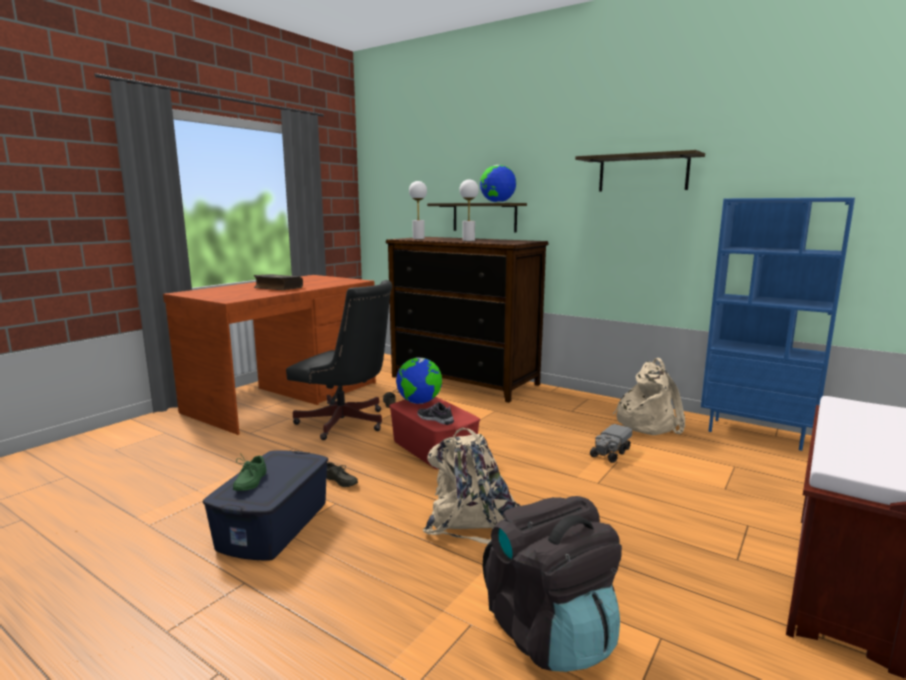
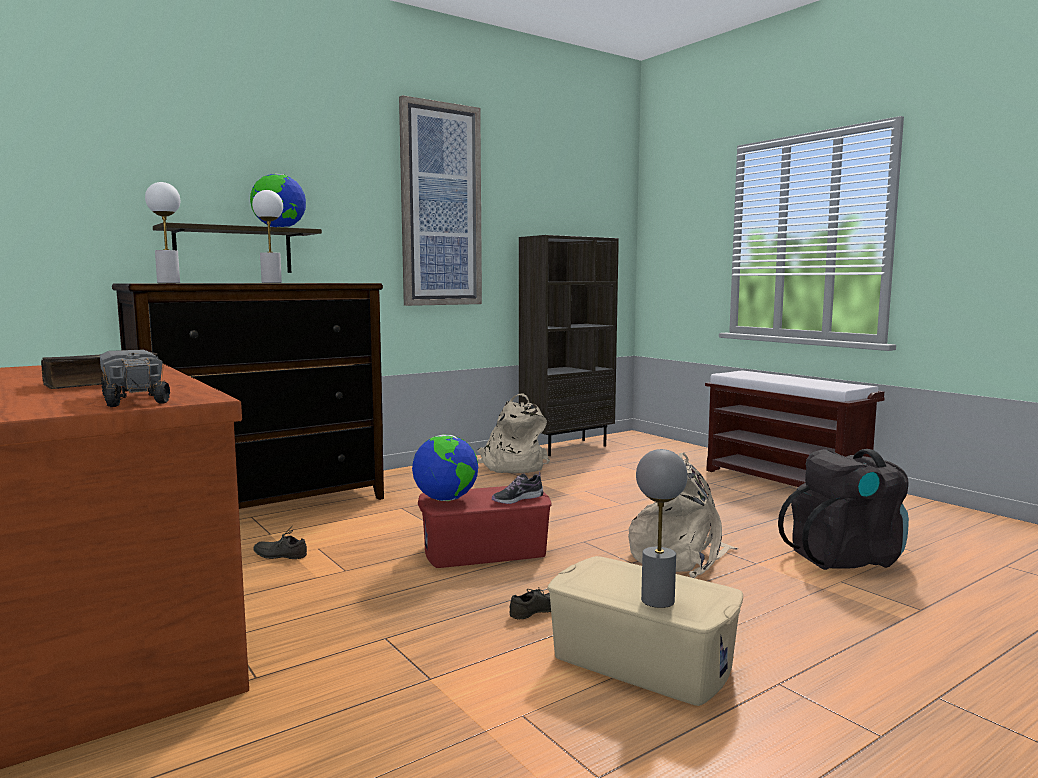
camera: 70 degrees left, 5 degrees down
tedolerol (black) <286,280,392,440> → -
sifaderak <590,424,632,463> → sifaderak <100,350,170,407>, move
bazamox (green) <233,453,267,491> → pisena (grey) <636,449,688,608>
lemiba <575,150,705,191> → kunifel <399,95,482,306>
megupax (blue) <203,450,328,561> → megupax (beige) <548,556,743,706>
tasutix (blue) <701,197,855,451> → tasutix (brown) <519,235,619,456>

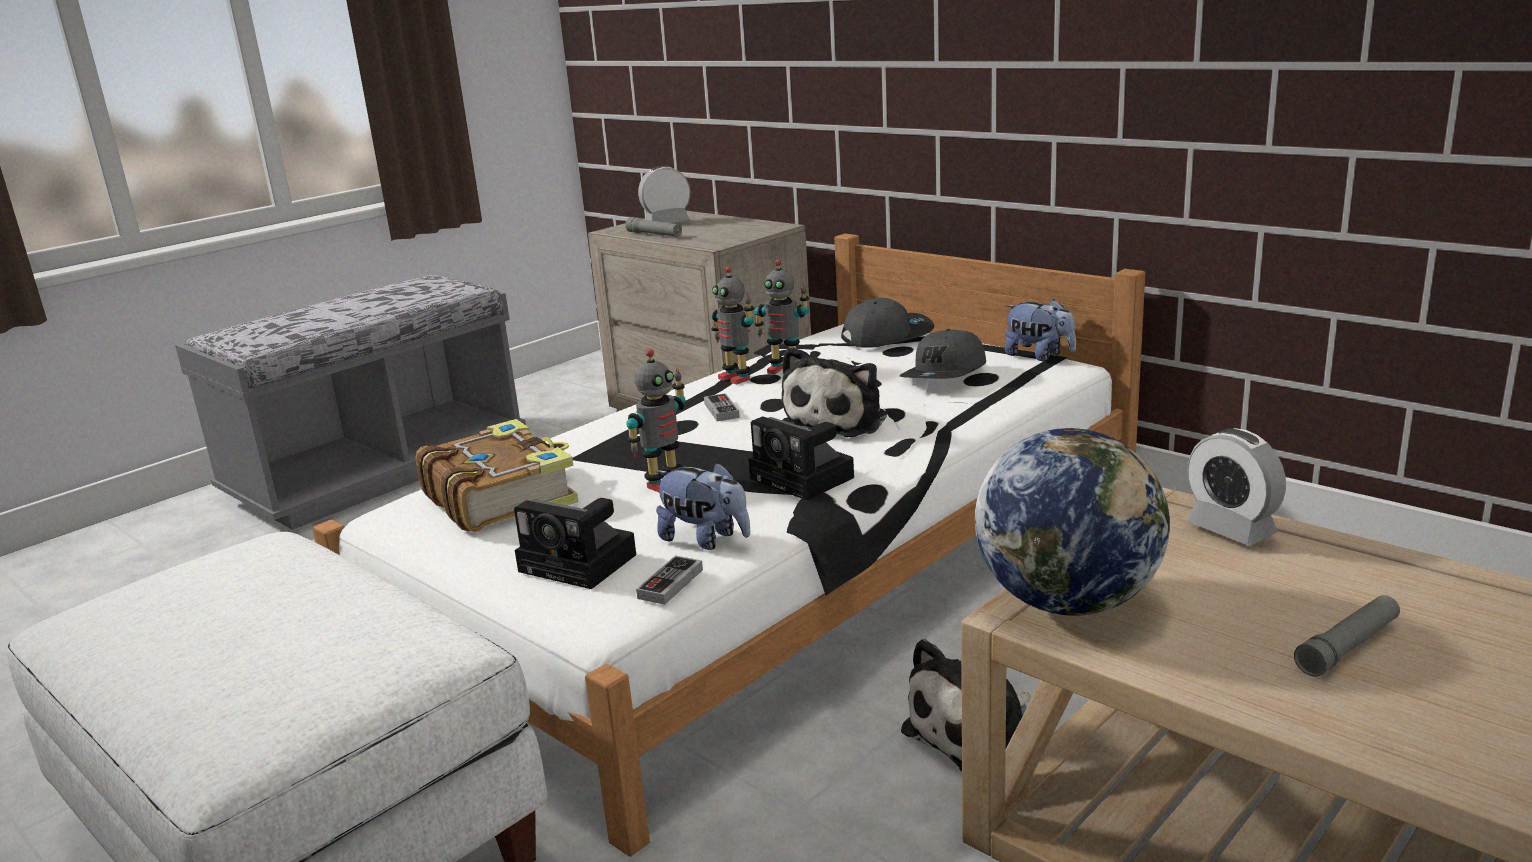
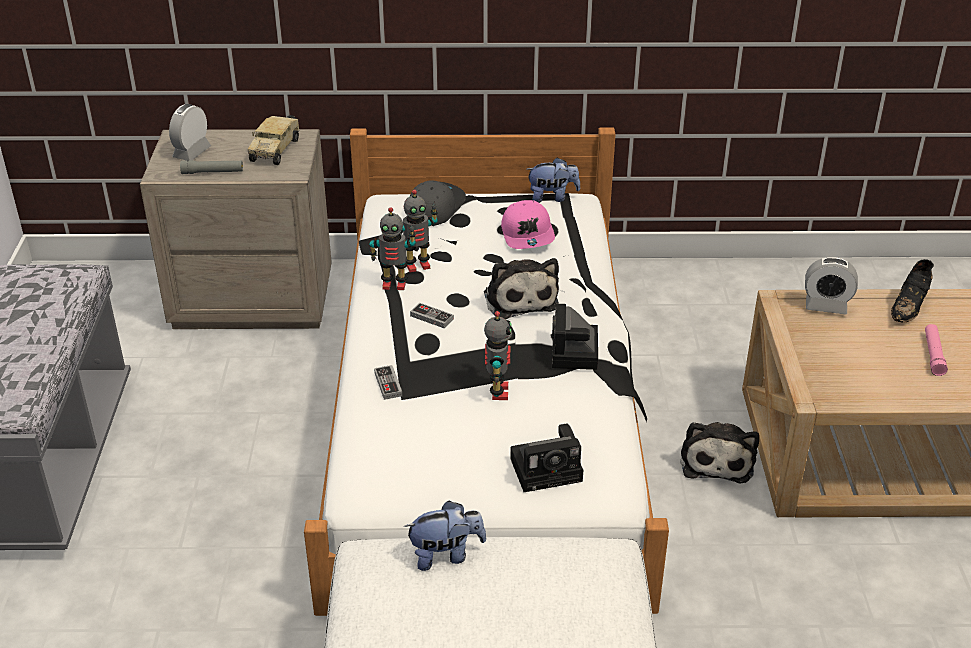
camera: 45 degrees left, 15 degrees up
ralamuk <416,419,579,532> → -
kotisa <975,428,1170,616> → -
- → sifaderak <248,115,300,165>
- → bazamox (black) <891,259,934,322>
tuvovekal <636,556,703,605> → tuvovekal <374,365,402,400>, move
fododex <655,462,751,550> → fododex <404,501,486,571>, move
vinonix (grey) <900,329,986,379> → vinonix (pink) <501,200,555,249>
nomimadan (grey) <1294,595,1400,676> → nomimadan (pink) <925,324,948,376>
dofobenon <748,416,854,500> → dofobenon <552,304,598,370>, 90 degrees clockwise

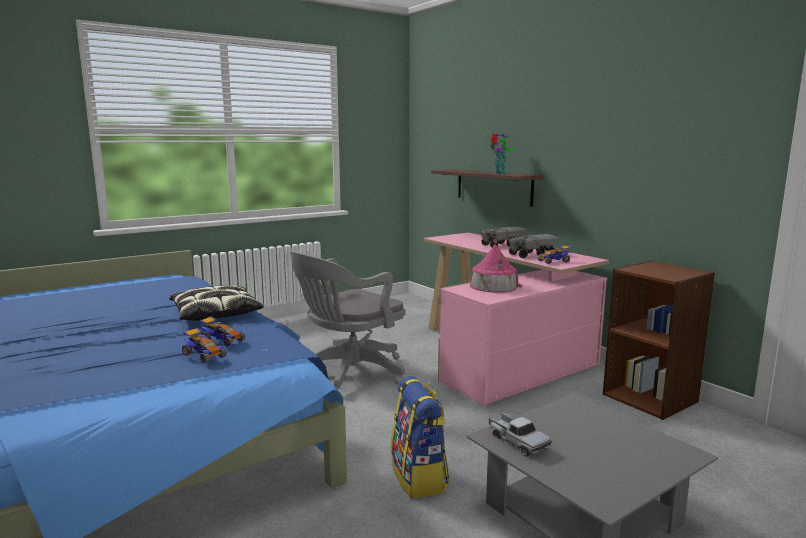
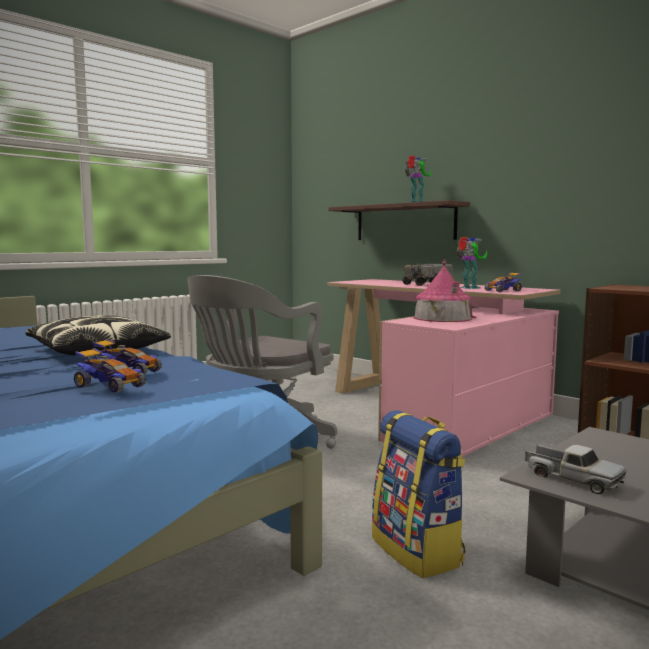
camera: 10 degrees left, 5 degrees down
sifaderak <508,234,558,258> → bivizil <456,237,487,289>

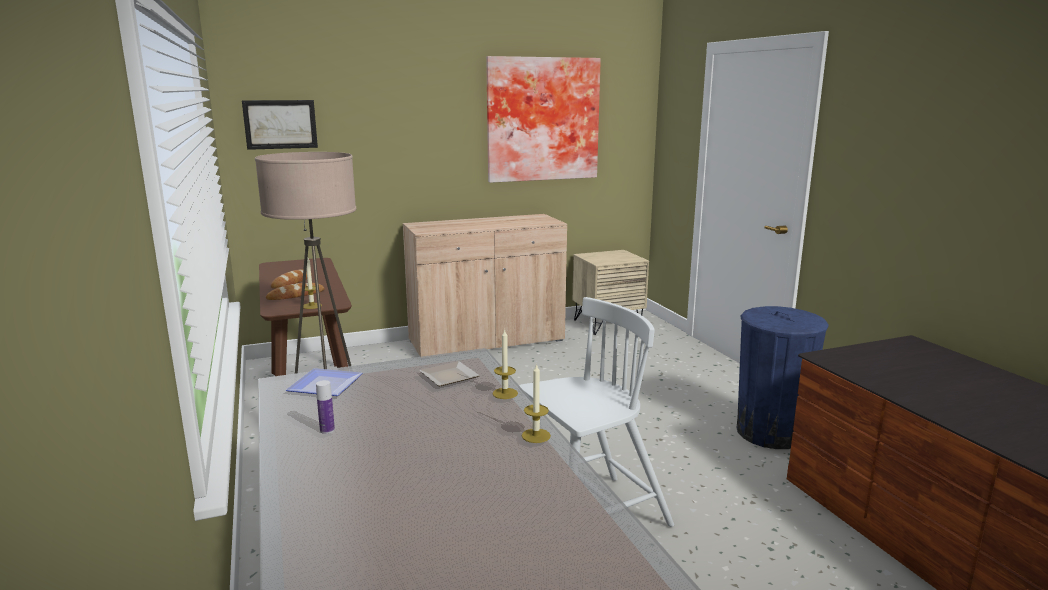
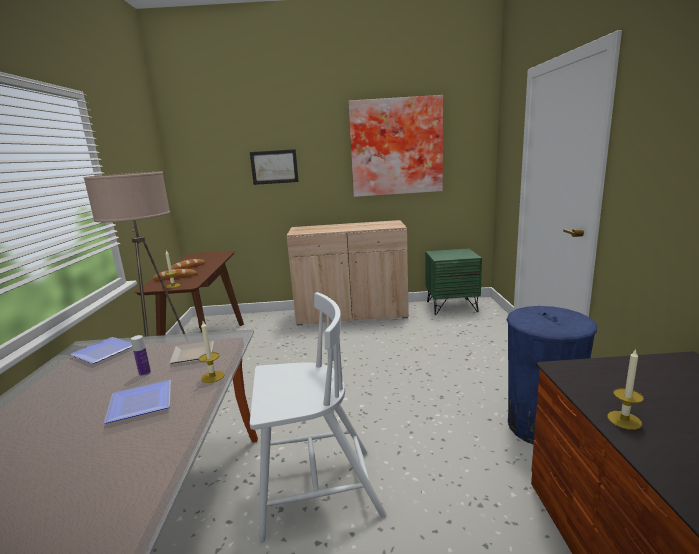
camera: 20 degrees right, 0 degrees up
- → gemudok <104,380,171,424>
kunifel <242,100,318,150> → kunifel <250,149,299,185>, move
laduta <316,380,335,434> → laduta <131,335,151,376>, move
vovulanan <522,363,551,443> → vovulanan <607,348,644,430>, move
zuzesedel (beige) <573,250,649,335> → zuzesedel (green) <425,248,482,315>

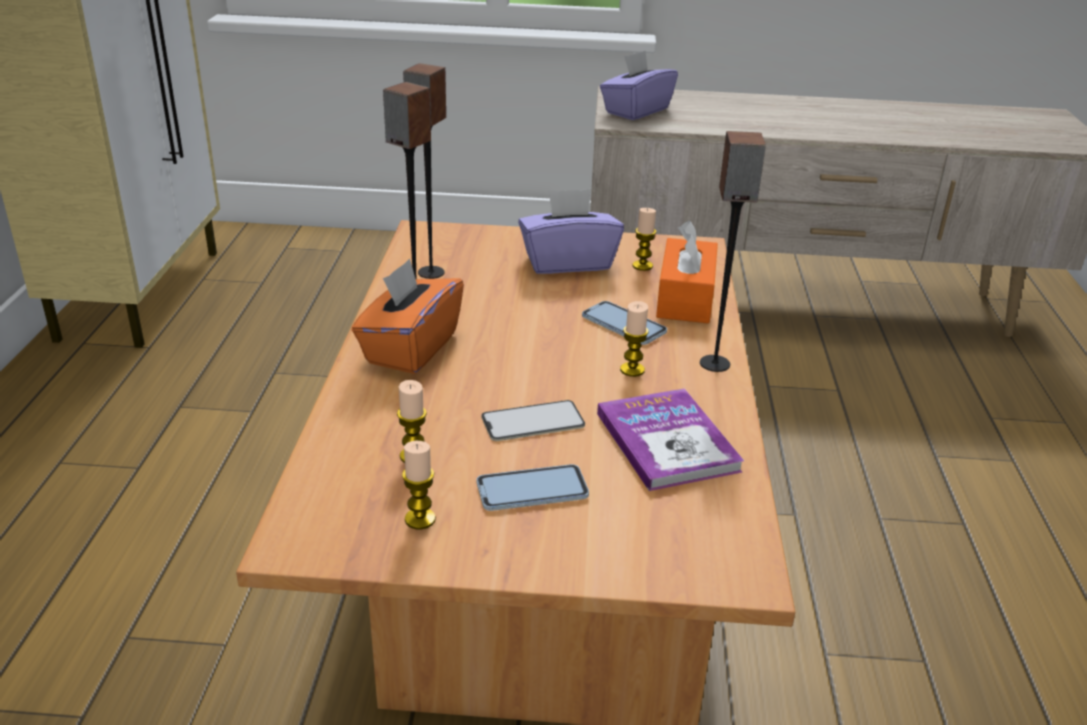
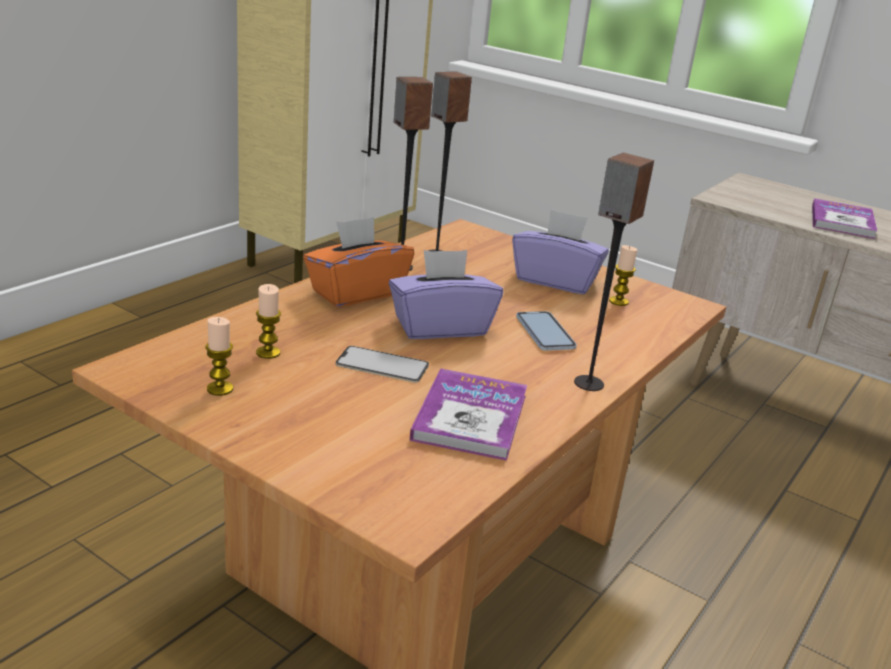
camera: 30 degrees right, 5 degrees down
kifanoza <477,464,589,511> → -
vovulanan <620,301,649,377> → -
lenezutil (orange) <656,220,718,323> → -
- → ralamuk <812,198,877,239>
lenezutil (purple) <600,51,678,120> → lenezutil (purple) <389,250,503,339>, move

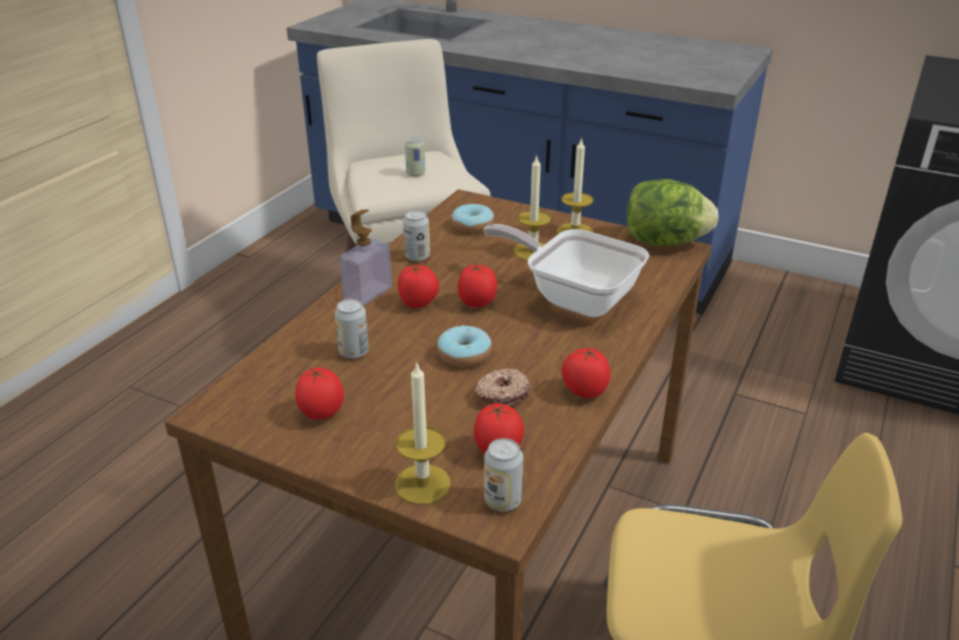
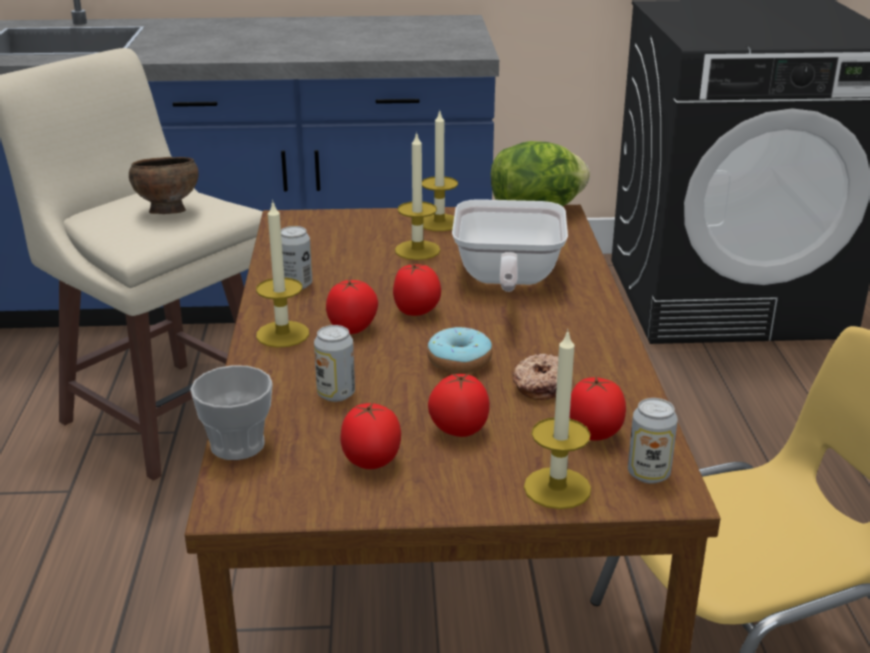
camera: 30 degrees left, 5 degrees down
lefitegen <452,204,494,233> → -
- → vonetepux <190,365,273,460>
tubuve <561,346,610,398> → tubuve <428,373,490,437>, move
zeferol <339,209,392,306> → vovulanan <256,200,309,348>
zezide <405,137,425,177> → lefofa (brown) <129,157,199,214>
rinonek <483,224,649,317> → rinonek <452,199,568,292>, 90 degrees counterclockwise

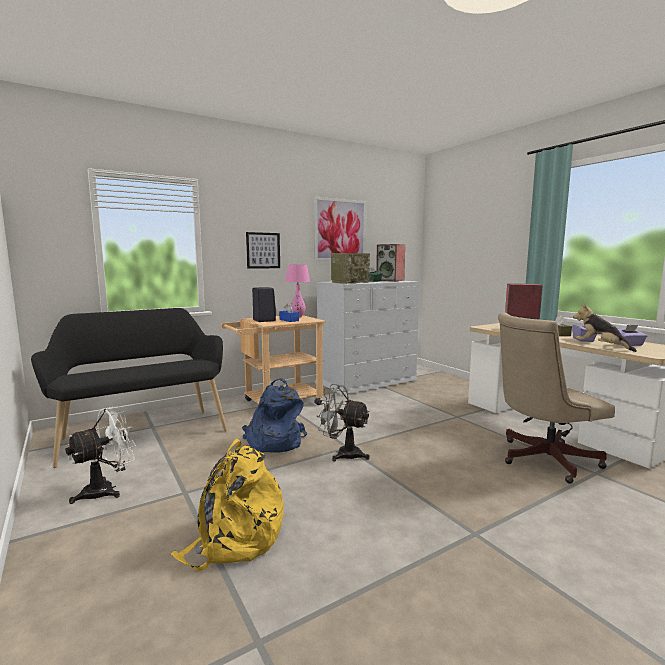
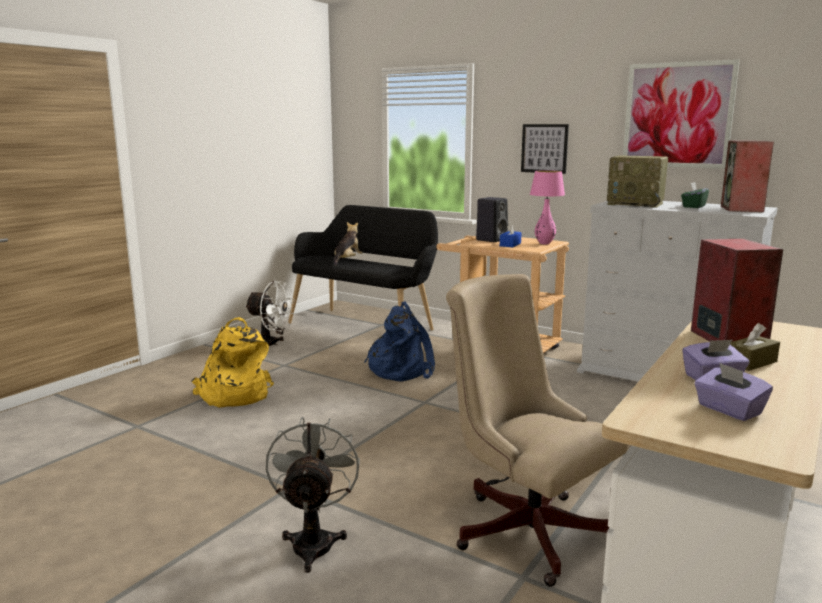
camera: 65 degrees right, 5 degrees up
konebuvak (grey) <316,384,370,461> → konebuvak (grey) <266,417,360,573>, move
fododex <573,304,637,352> → fododex <334,222,362,266>, move

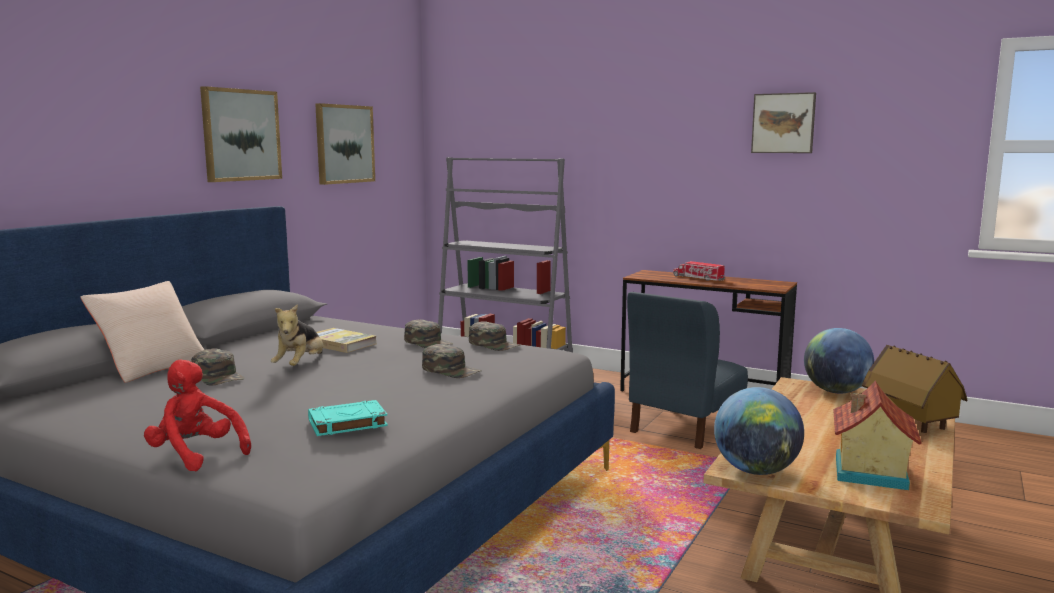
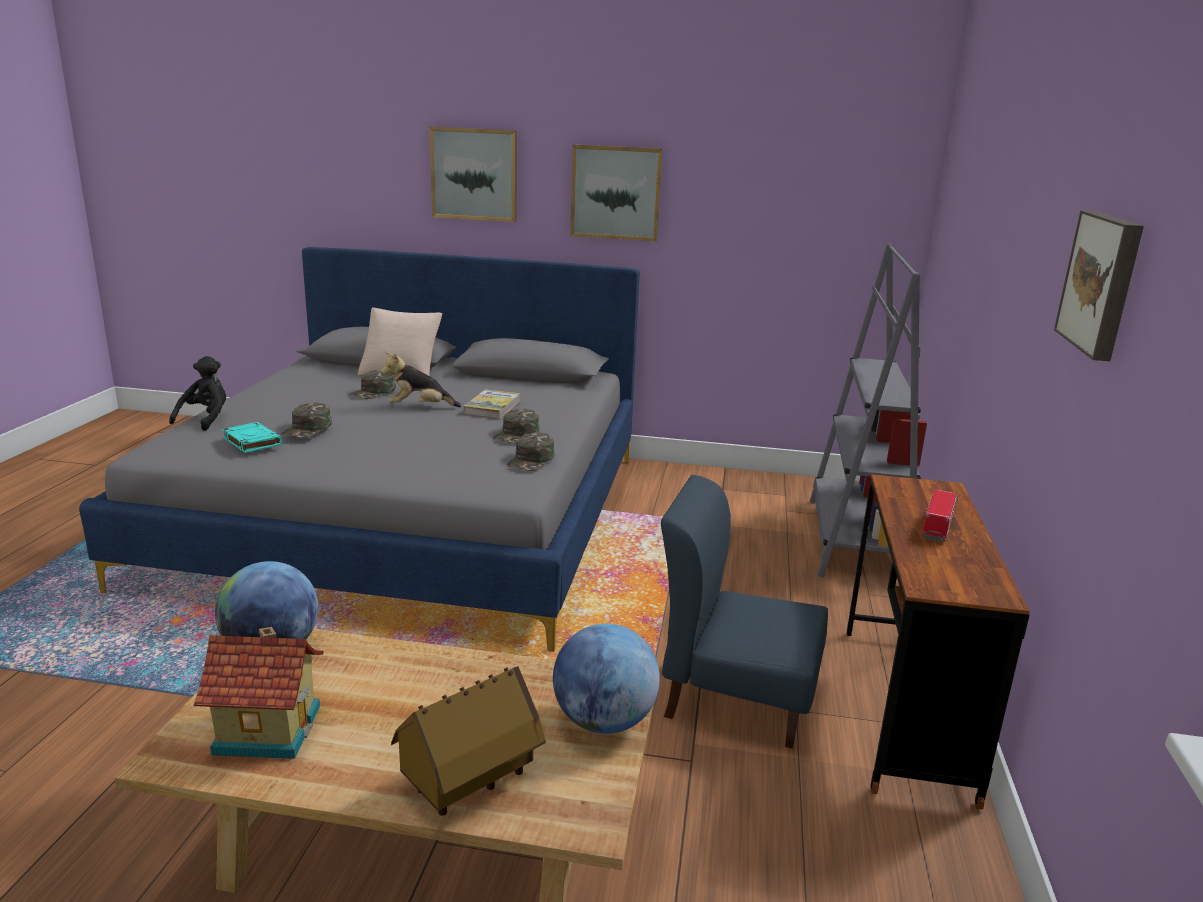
camera: 70 degrees right, 10 degrees up
kunifel <315,103,375,185> → kunifel <430,127,517,222>, move
vinonix (green) <422,344,481,378> → vinonix (green) <281,402,332,438>, move
fododex (red) <144,360,251,471> → fododex (black) <169,356,226,431>

